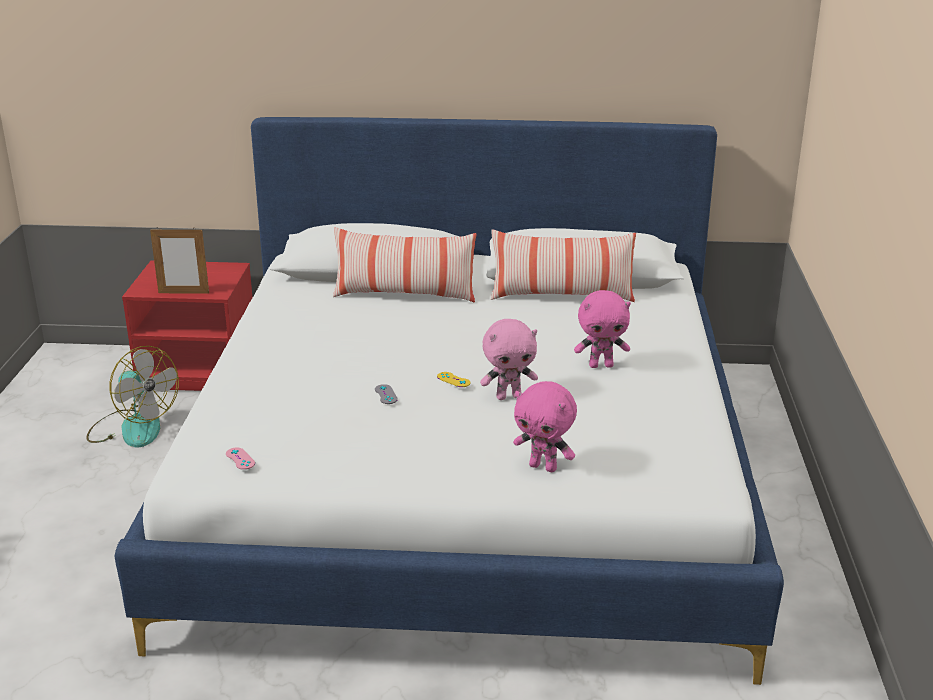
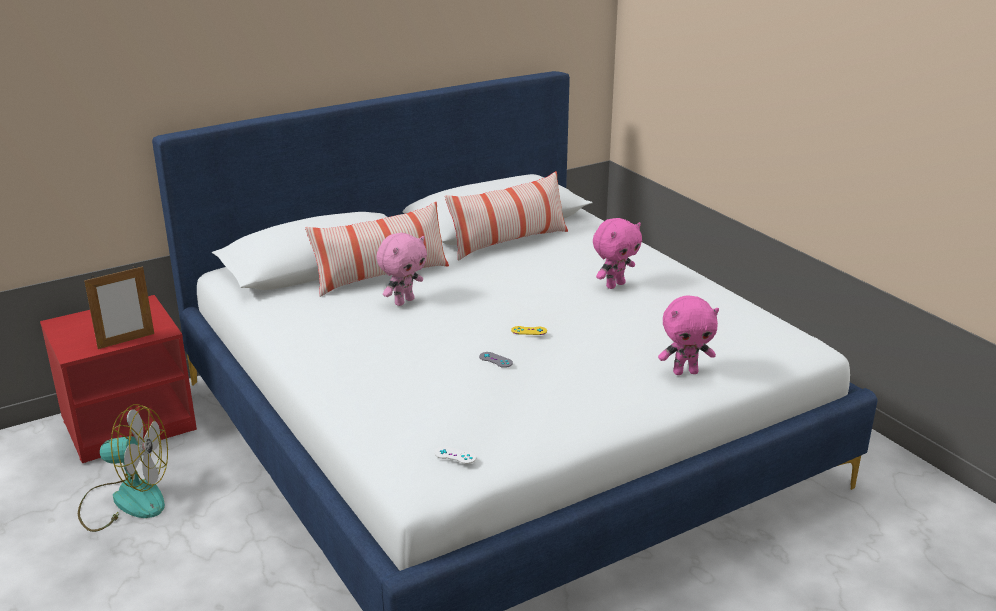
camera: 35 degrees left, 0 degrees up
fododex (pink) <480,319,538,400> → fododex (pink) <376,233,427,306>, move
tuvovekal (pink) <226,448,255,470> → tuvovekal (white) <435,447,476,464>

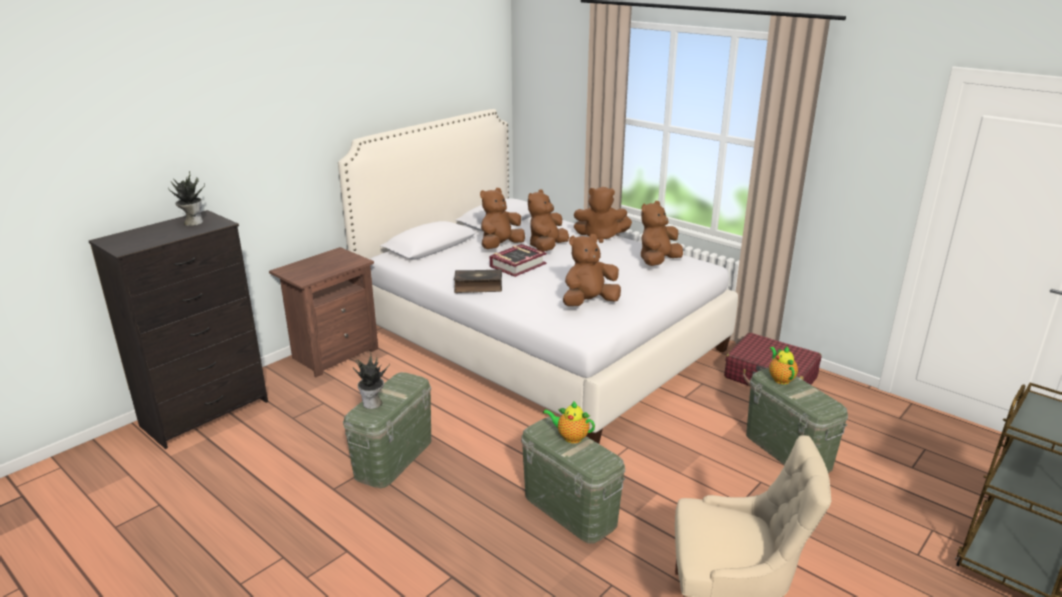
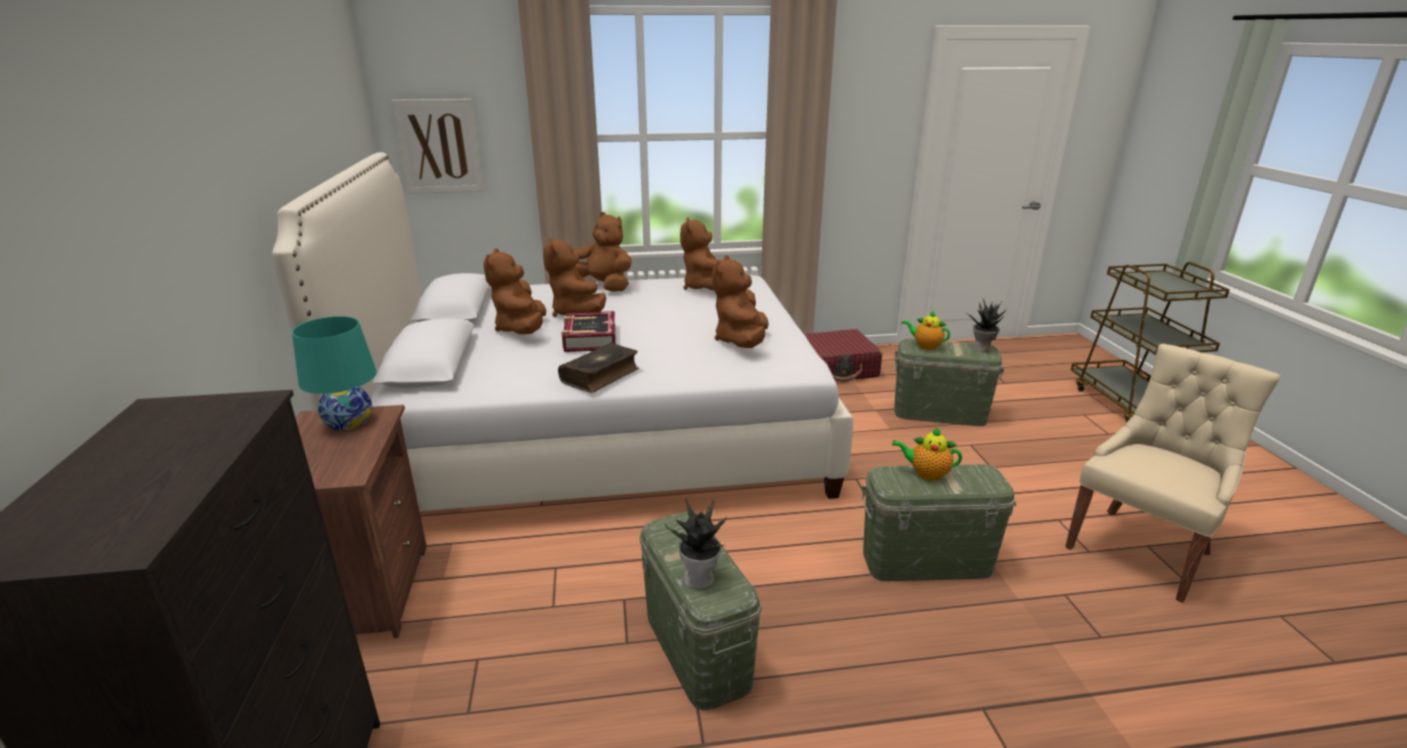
camera: 50 degrees left, 0 degrees up
- → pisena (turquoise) <292,316,377,431>
- → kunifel <392,99,484,194>
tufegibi <168,171,205,226> → tufegibi <968,298,1006,353>, move
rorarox <543,401,595,443> → rorarox <892,427,962,481>, 45 degrees clockwise
fododex (brown) <574,187,632,243> → fododex (brown) <573,212,632,292>, 105 degrees counterclockwise

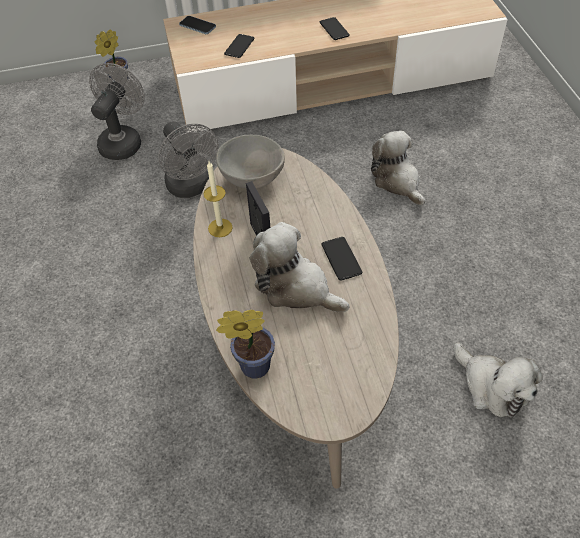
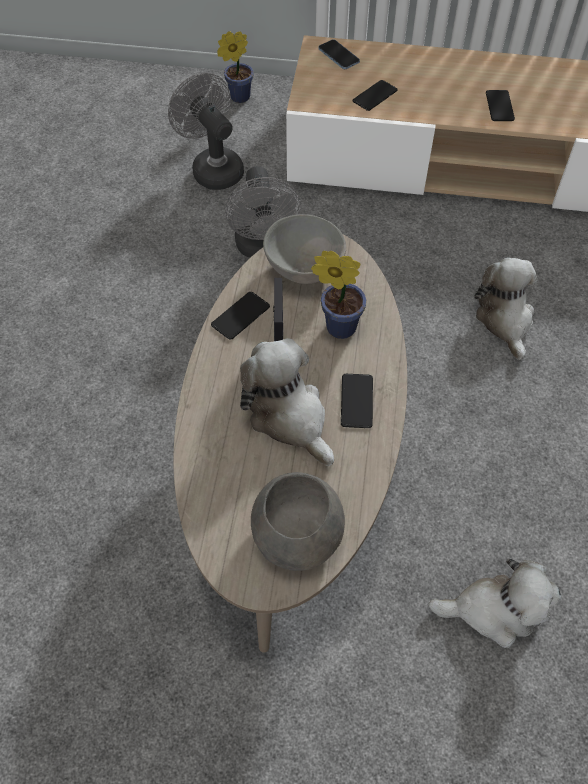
camera: 20 degrees right, 5 degrees up
- → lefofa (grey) <251,472,345,571>
tufegibi <216,310,275,379> → tufegibi <311,251,366,339>, move
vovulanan <204,161,233,237> → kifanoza <211,292,270,340>
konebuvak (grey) <89,63,145,160> → konebuvak (grey) <168,73,244,190>, 75 degrees counterclockwise
fododex <454,342,542,418> → fododex <428,558,562,648>, 75 degrees counterclockwise

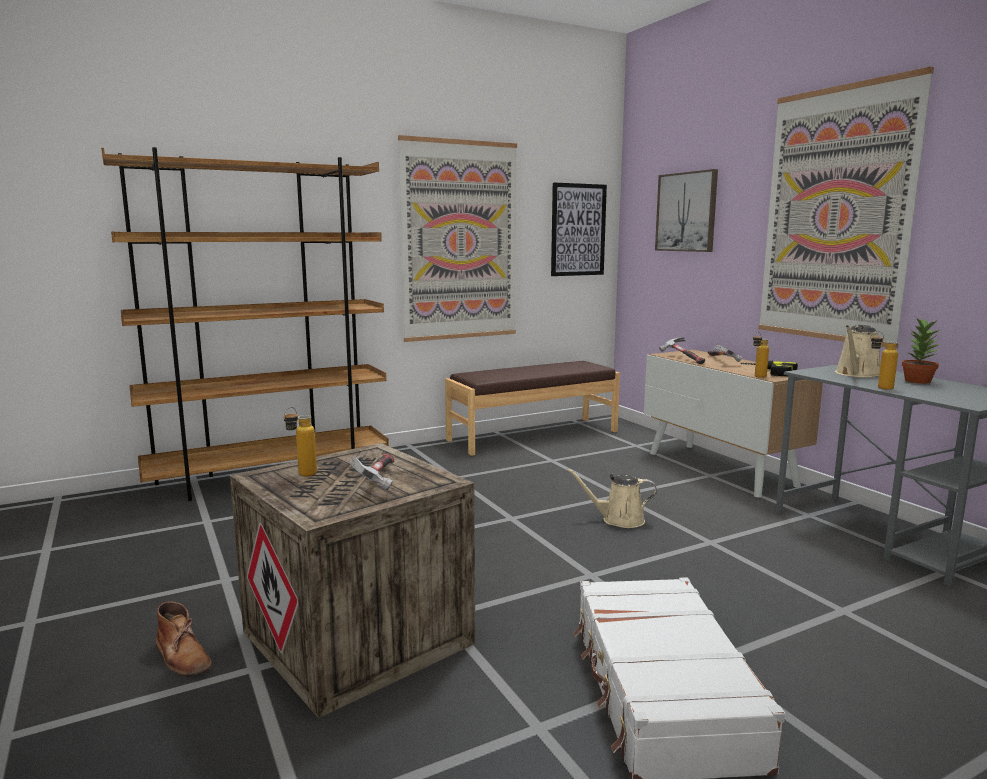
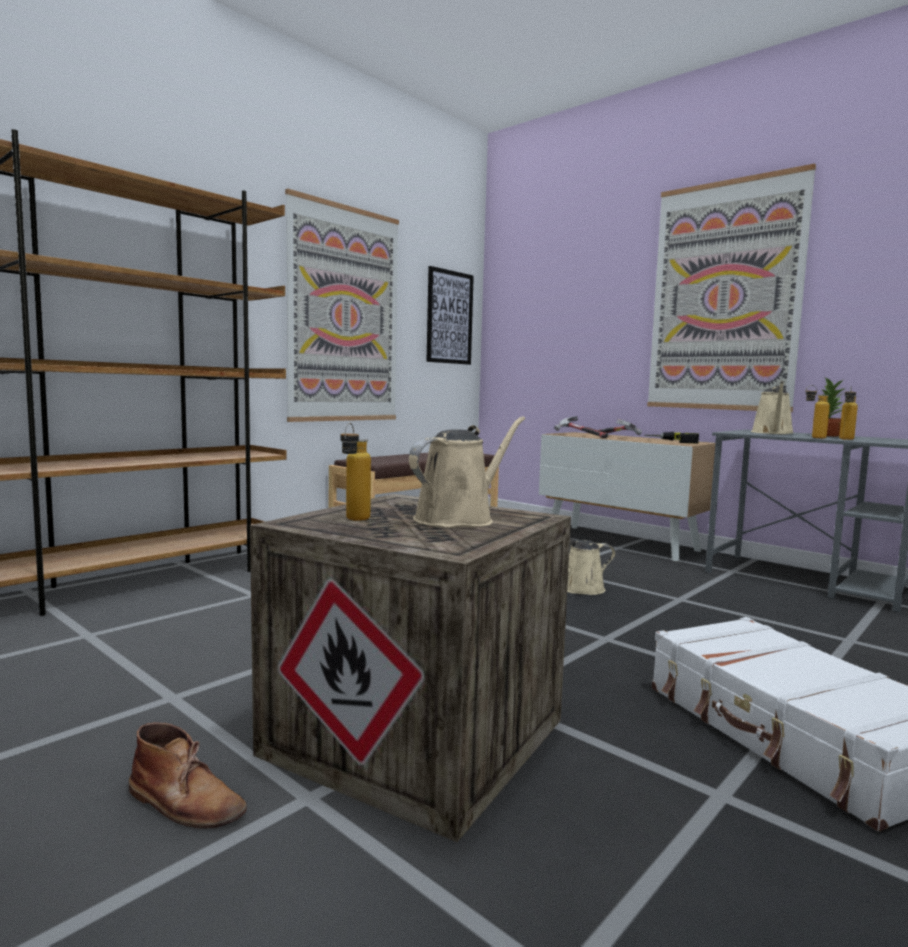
camera: 20 degrees left, 5 degrees down
kunifel <655,169,718,252> → -
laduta <753,332,769,378> → laduta <839,386,858,440>, move
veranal <349,453,394,491> → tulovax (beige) <409,416,525,528>

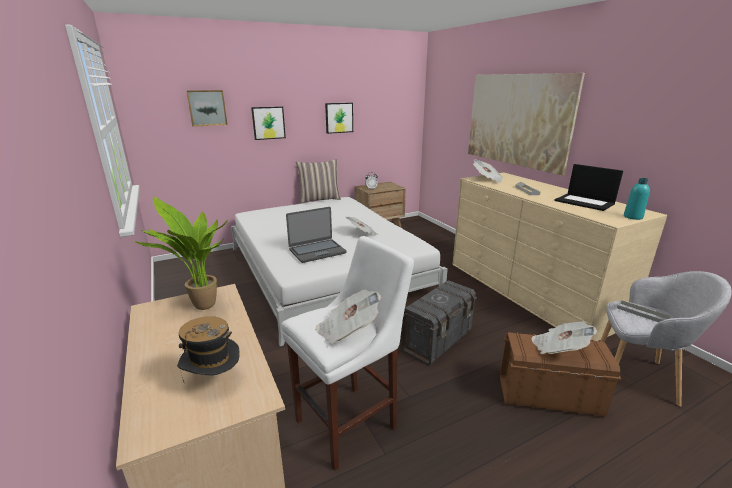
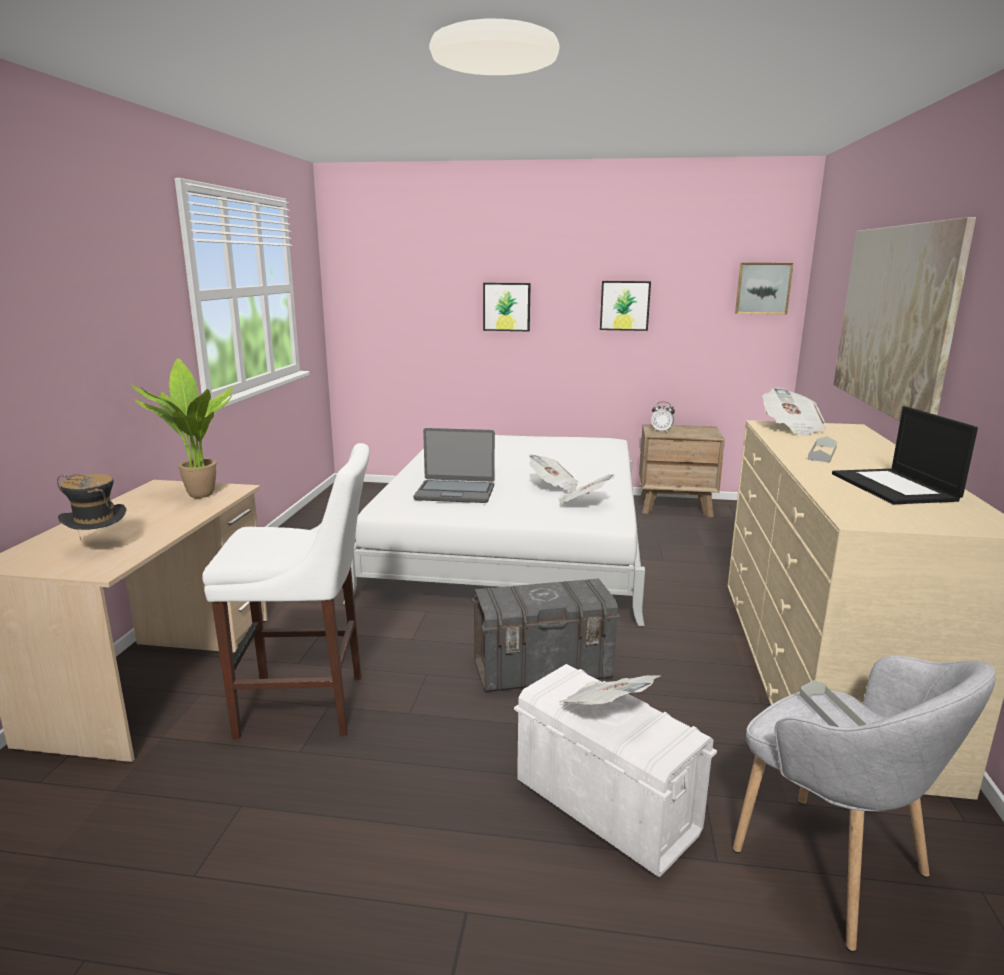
camera: 35 degrees right, 5 degrees down
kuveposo <296,159,341,203> → -
laduta (turquoise) <624,178,650,220> → -
kunifel <186,90,227,127> → kunifel <735,263,793,315>, move
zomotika <315,290,382,345> → zomotika <558,474,615,505>, move
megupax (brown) <500,332,621,416> → megupax (white) <514,664,717,877>

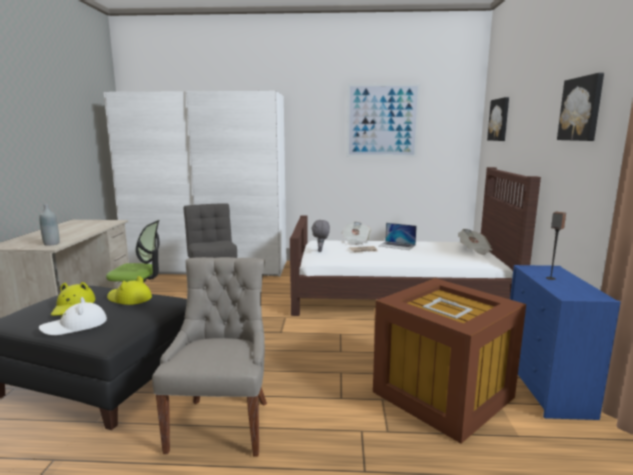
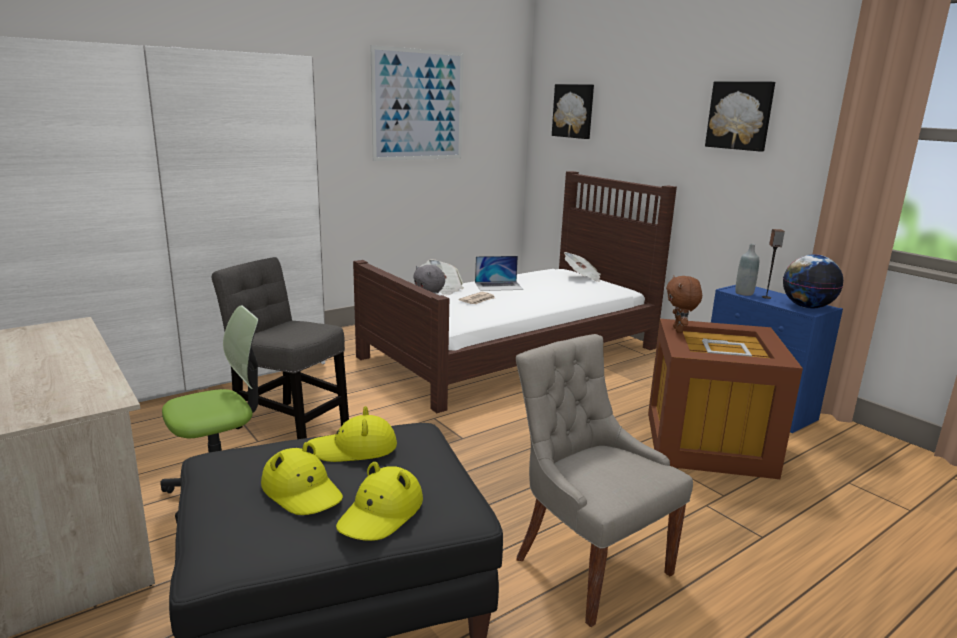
camera: 40 degrees left, 5 degrees up
- → fododex (brown) <666,275,702,333>
- → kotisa <783,254,843,308>
laduta (grey) <39,204,60,246> → laduta (grey) <735,244,759,296>, move
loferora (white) <39,297,107,335> → loferora (yellow) <336,462,423,541>

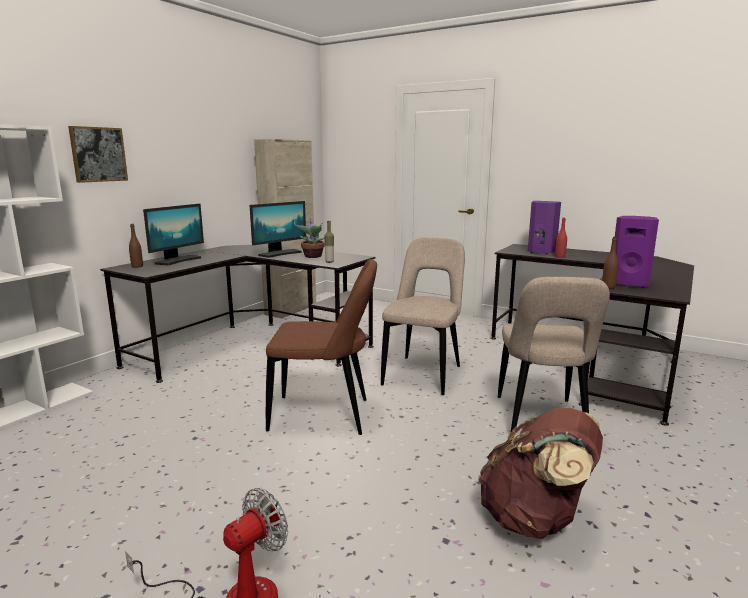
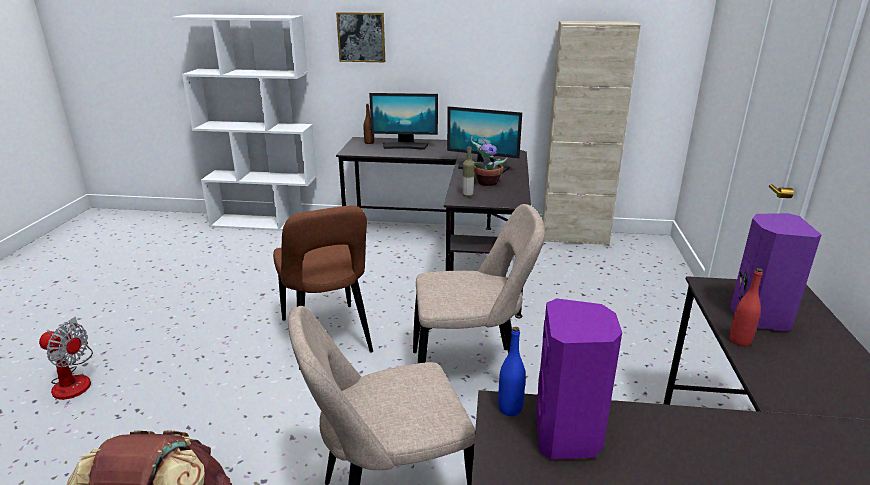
camera: 65 degrees right, 10 degrees up
laduta (brown) <602,237,619,289> → laduta (blue) <498,327,526,416>

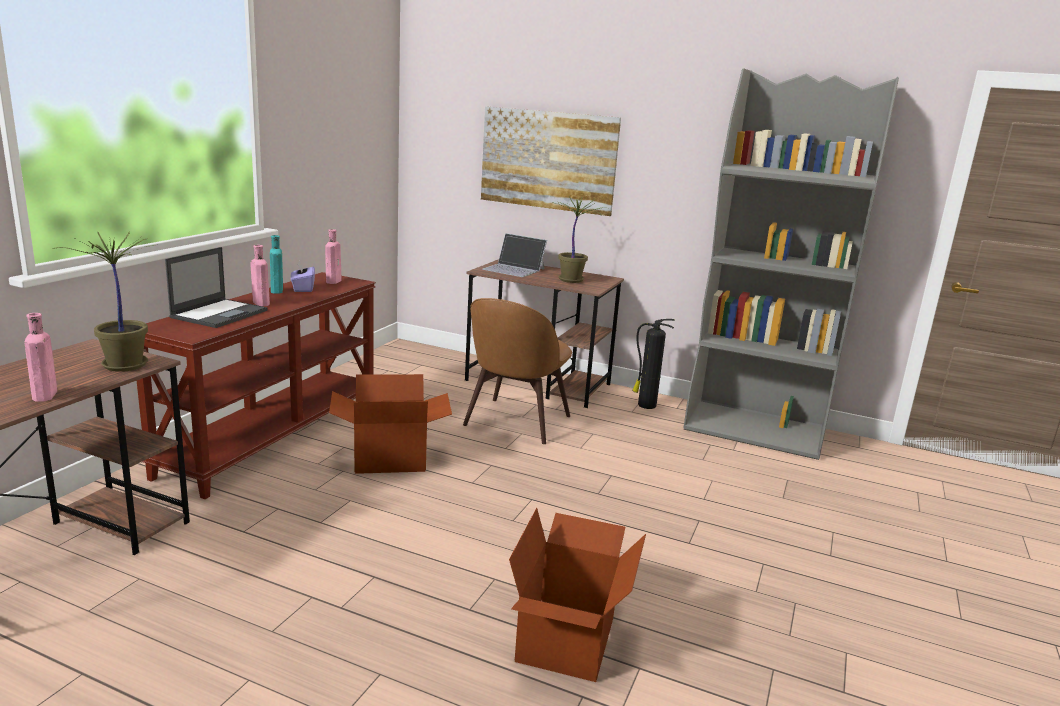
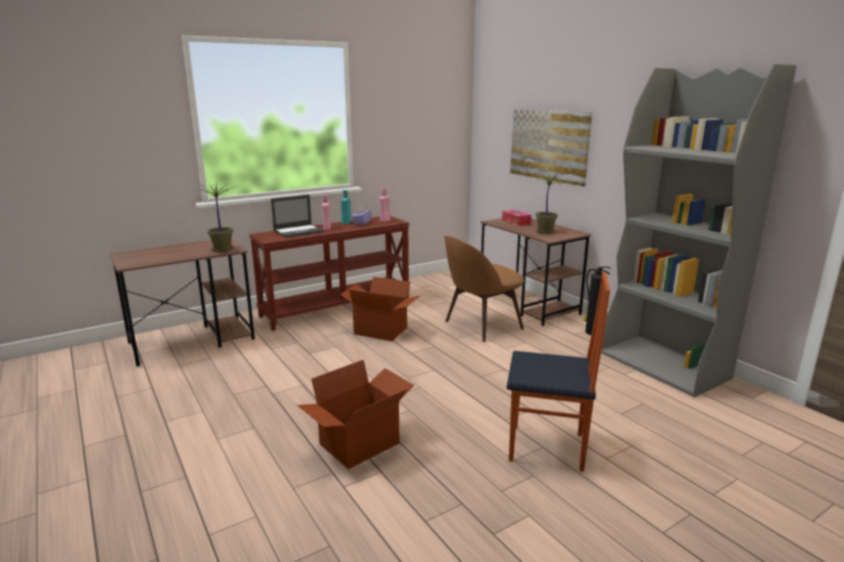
camera: 35 degrees right, 0 degrees up
laduta (pink) <24,313,57,402> → -
- → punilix <507,272,610,472>
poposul <482,233,547,277> → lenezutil <502,210,531,226>

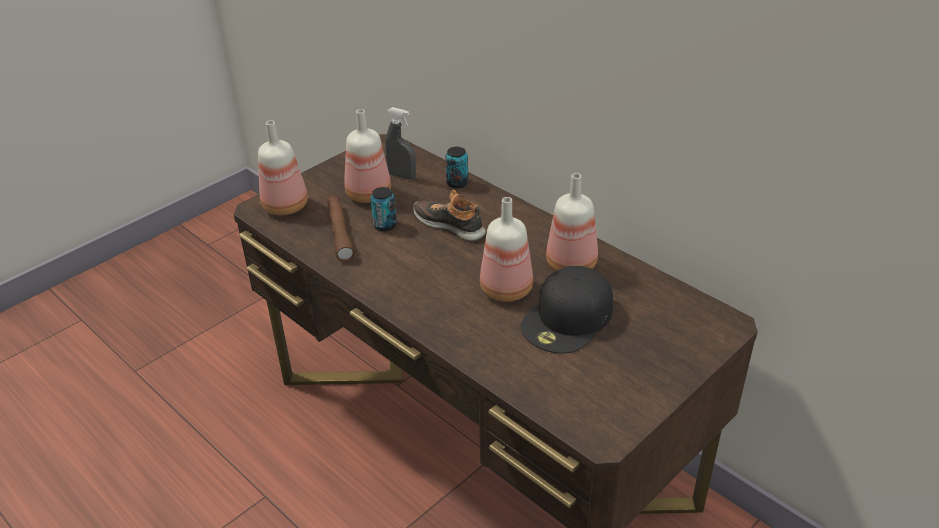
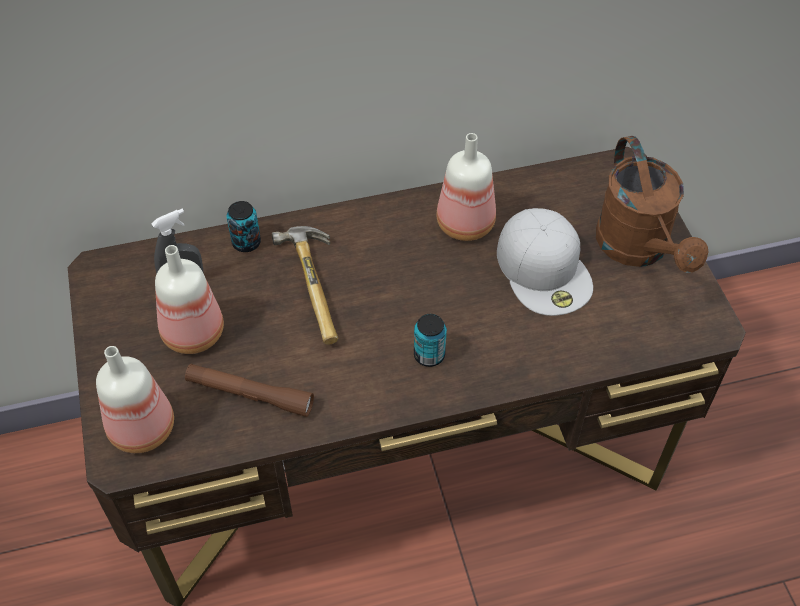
camera: 60 degrees left, 15 degrees up
laduta <480,197,533,302> → -
- → tulovax (brown) <596,136,708,273>
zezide <371,187,397,231> → zezide <414,314,447,367>, move
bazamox <413,190,486,241> → veranal <272,226,338,345>
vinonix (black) <521,266,613,354> → vinonix (white) <497,208,593,316>

